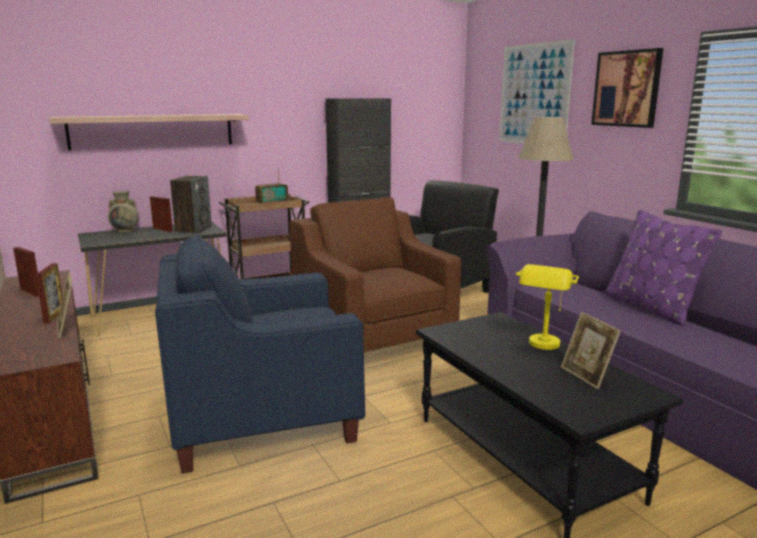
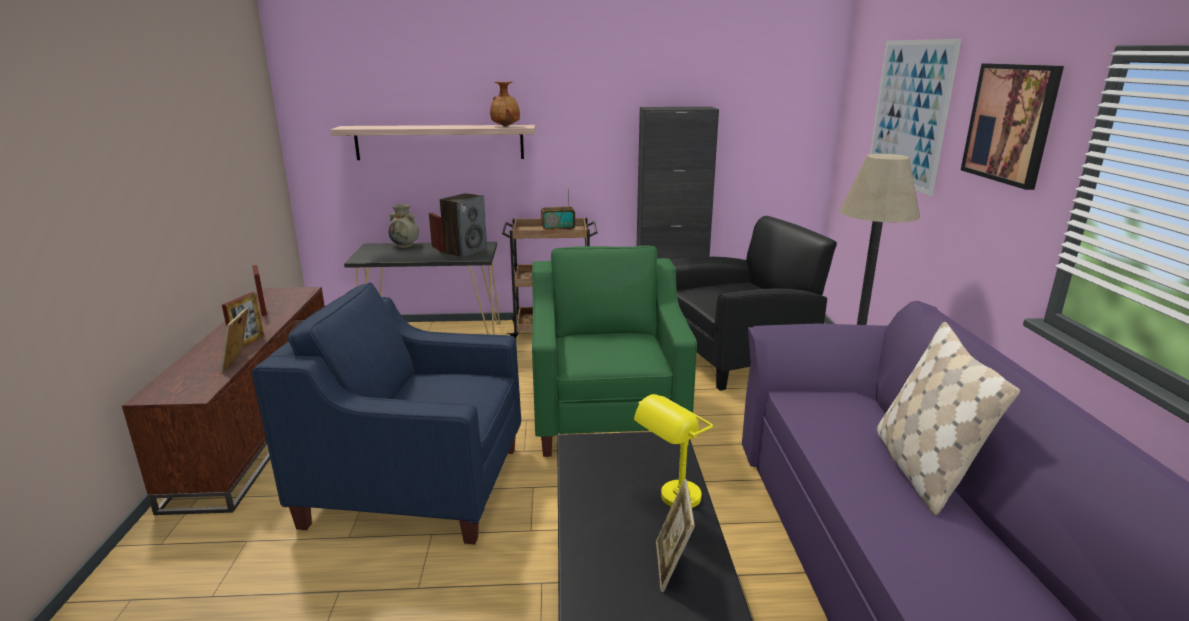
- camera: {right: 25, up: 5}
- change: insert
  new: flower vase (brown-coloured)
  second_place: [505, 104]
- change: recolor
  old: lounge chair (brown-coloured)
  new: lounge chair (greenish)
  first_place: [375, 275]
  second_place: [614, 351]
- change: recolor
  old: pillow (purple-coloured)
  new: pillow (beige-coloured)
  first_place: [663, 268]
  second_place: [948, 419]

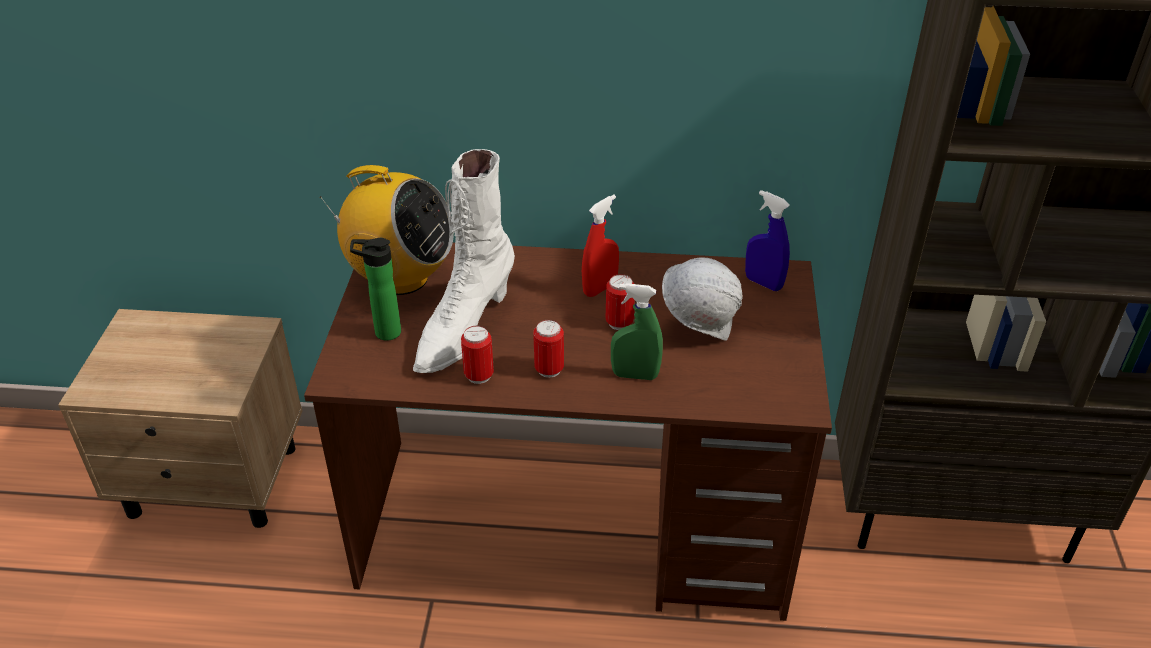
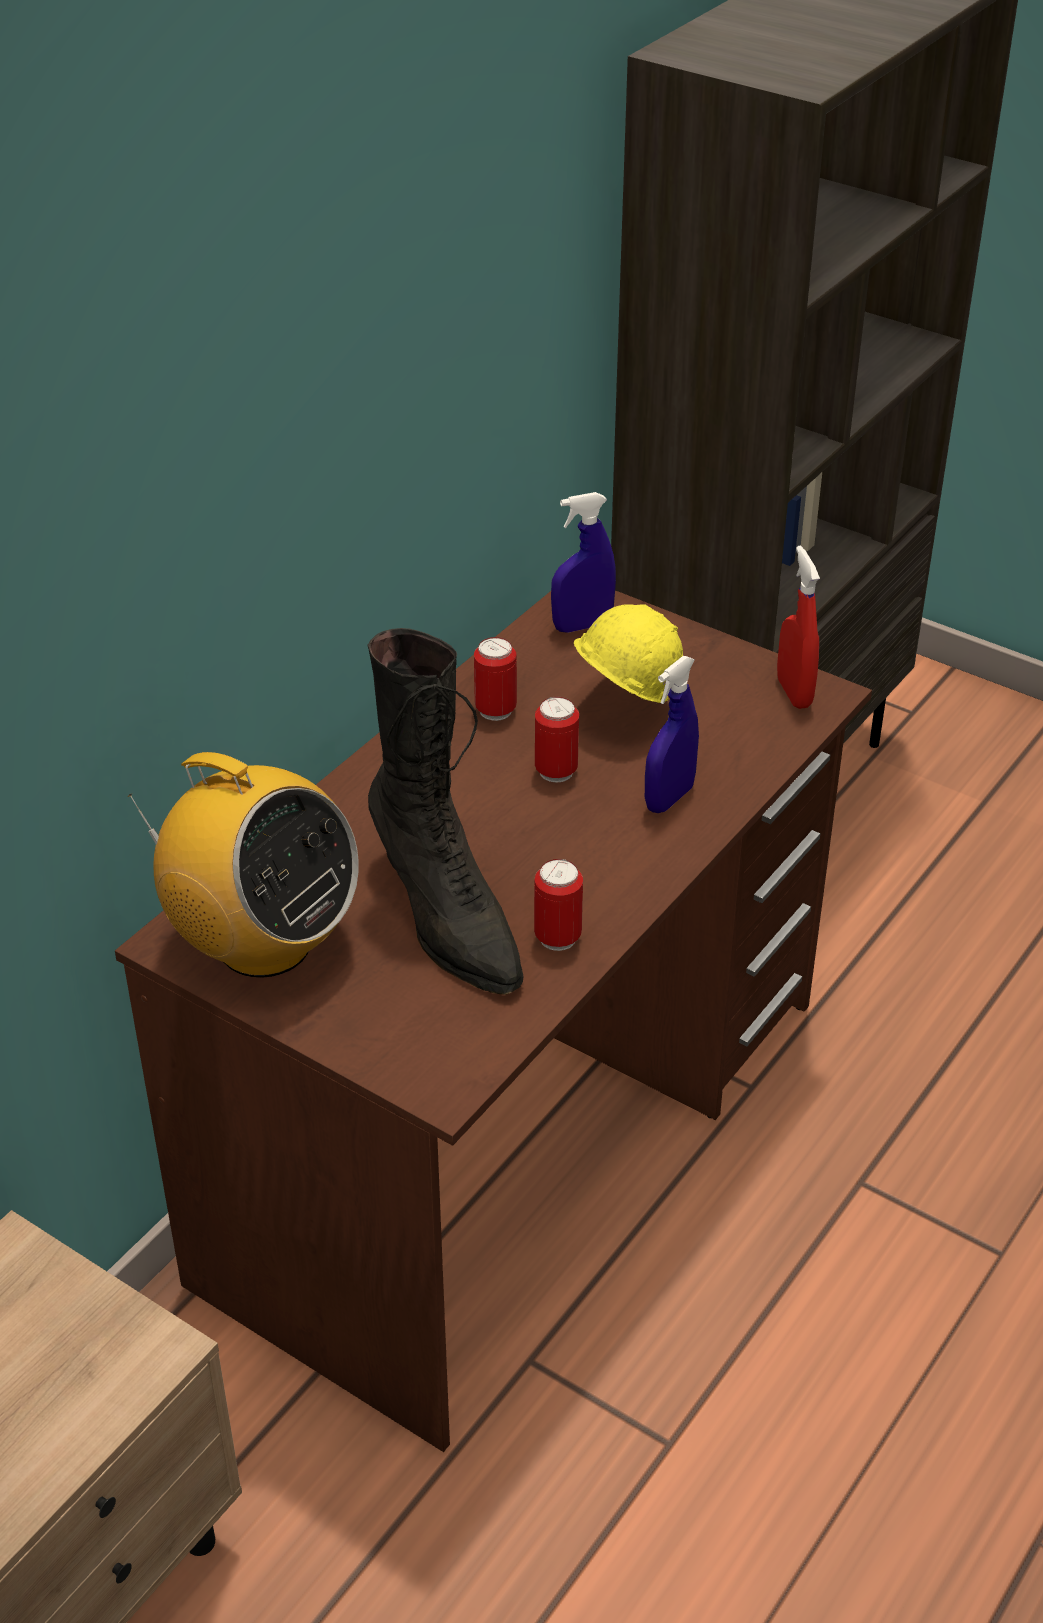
- camera: {right: -60, up: 0}
- change: delete
  old: beverage bottle
  first_place: [375, 289]
- change: move
  old: metal can
  first_place: [548, 349]
  second_place: [495, 679]
- change: move
  old: hand sprayer (red-coloured)
  first_place: [600, 246]
  second_place: [798, 627]
- change: recolor
  old: boot (white)
  new: boot (black-coloured)
  first_place: [464, 261]
  second_place: [445, 811]
- change: recolor
  old: hand sprayer (greenish)
  new: hand sprayer (blue)
  first_place: [637, 331]
  second_place: [672, 734]
- change: recolor
  old: work helmet (white)
  new: work helmet (yellowish)
  first_place: [702, 299]
  second_place: [628, 654]
- change: rotate
  old: radio
  first_place: [386, 230]
  second_place: [243, 865]
  degrees: 75

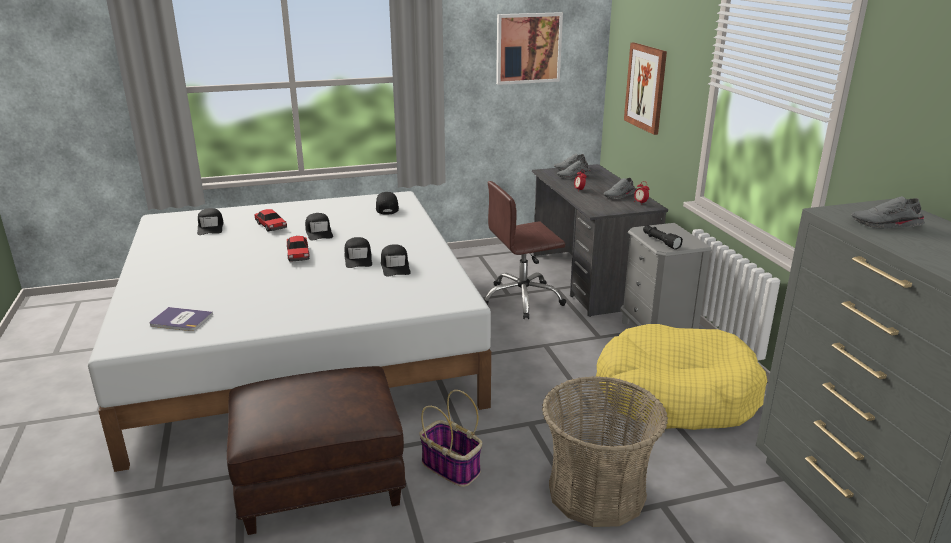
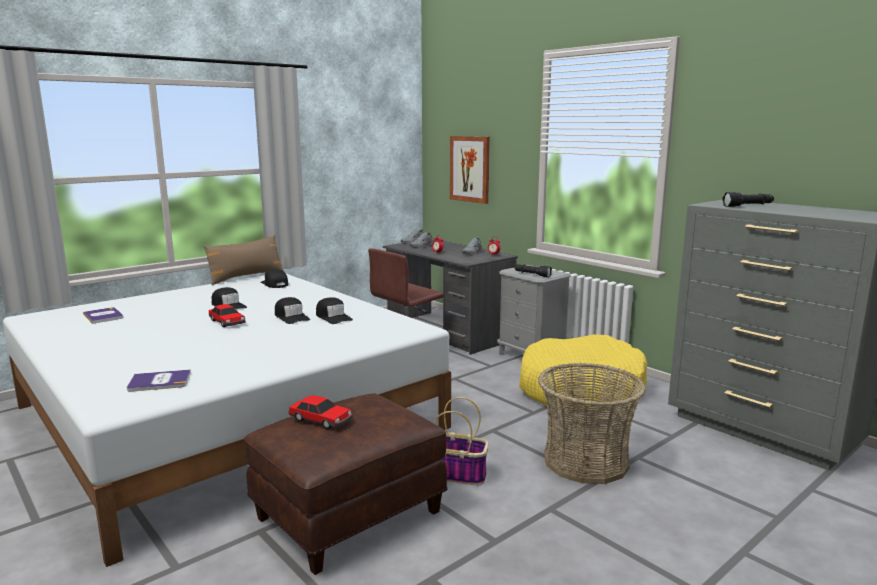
- camera: {right: -25, up: -10}
- change: delete
  old: picture
  first_place: [529, 48]
- change: insert
  new: pillow (brown-coloured)
  second_place: [243, 260]
- change: move
  old: model car
  first_place: [271, 220]
  second_place: [321, 412]
- change: replace
  old: peaked cap (black-coloured)
  new: volume
  first_place: [210, 221]
  second_place: [103, 315]
- change: replace
  old: low shoe (greyish)
  new: flashlight (black-coloured)
  first_place: [888, 212]
  second_place: [748, 199]

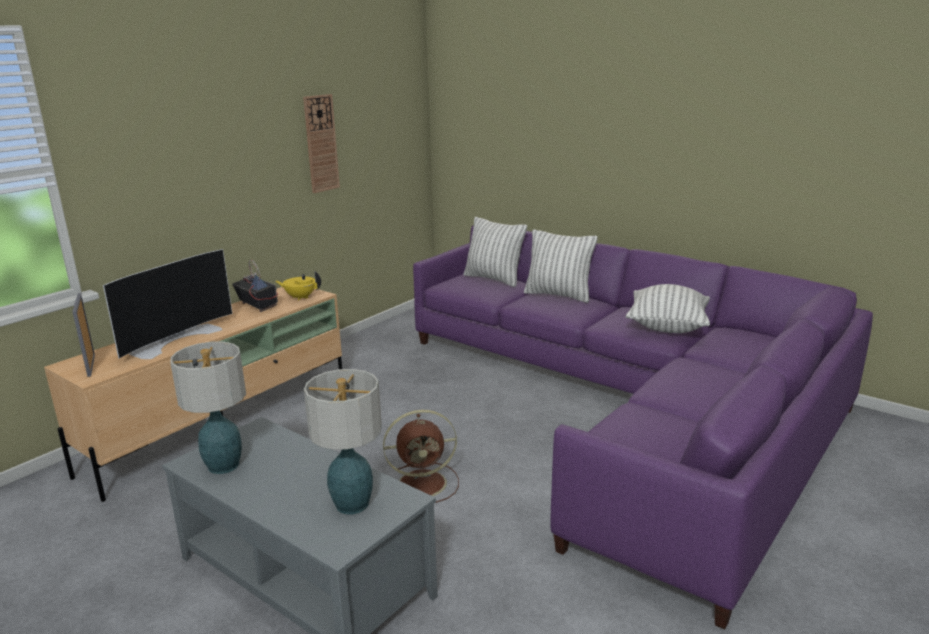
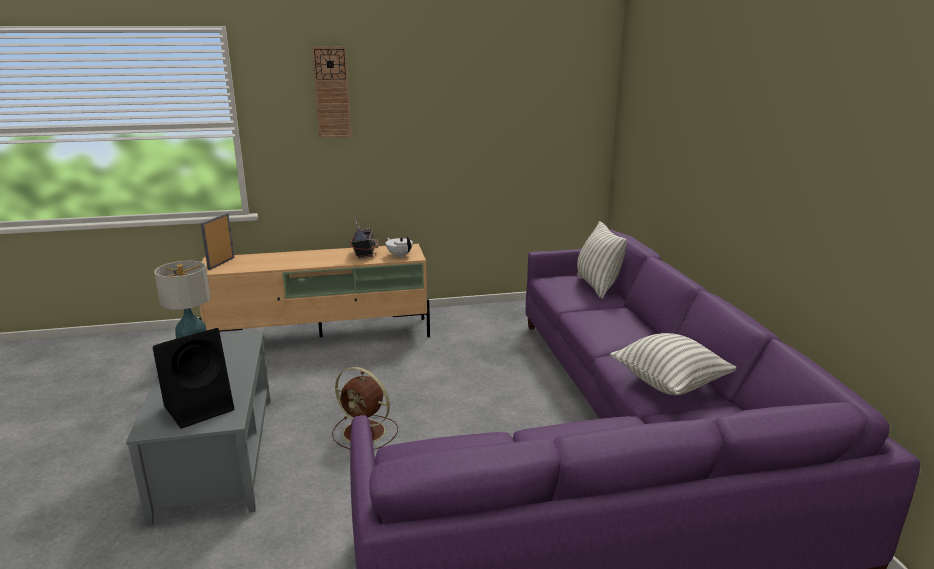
- camera: {right: 40, up: 0}
- change: delete
  old: television
  first_place: [167, 304]
- change: delete
  old: pillow
  first_place: [560, 266]
- change: move
  old: hanging clock
  first_place: [321, 143]
  second_place: [332, 92]
- change: replace
  old: table lamp
  new: loudspeaker (black-coloured)
  first_place: [343, 442]
  second_place: [193, 378]
- change: recolor
  old: tea pot (yellowish)
  new: tea pot (white)
  first_place: [298, 285]
  second_place: [399, 246]

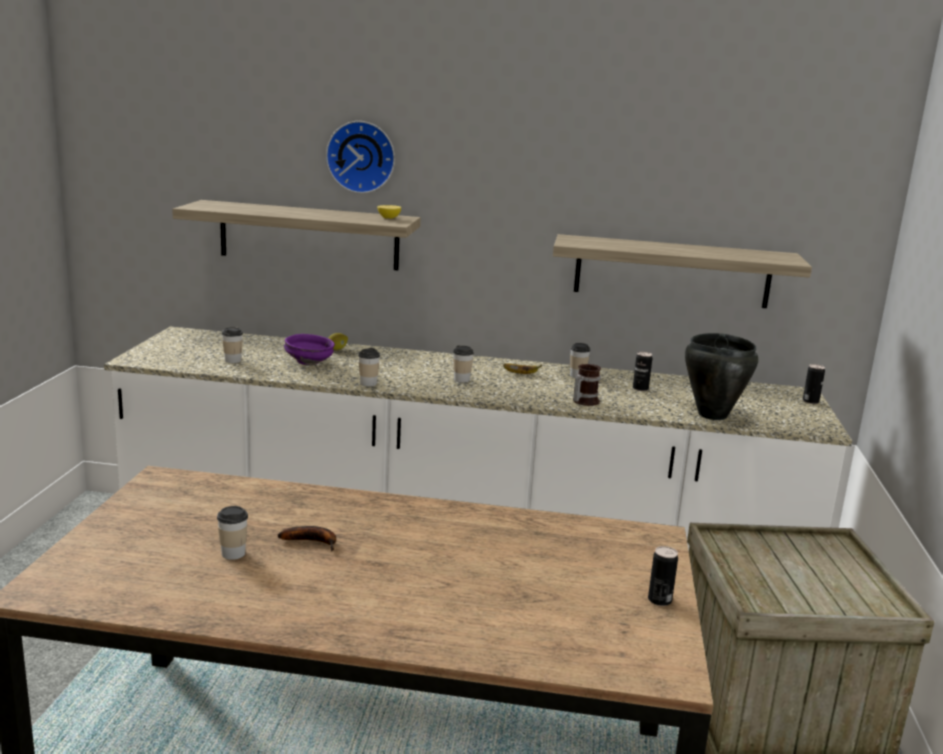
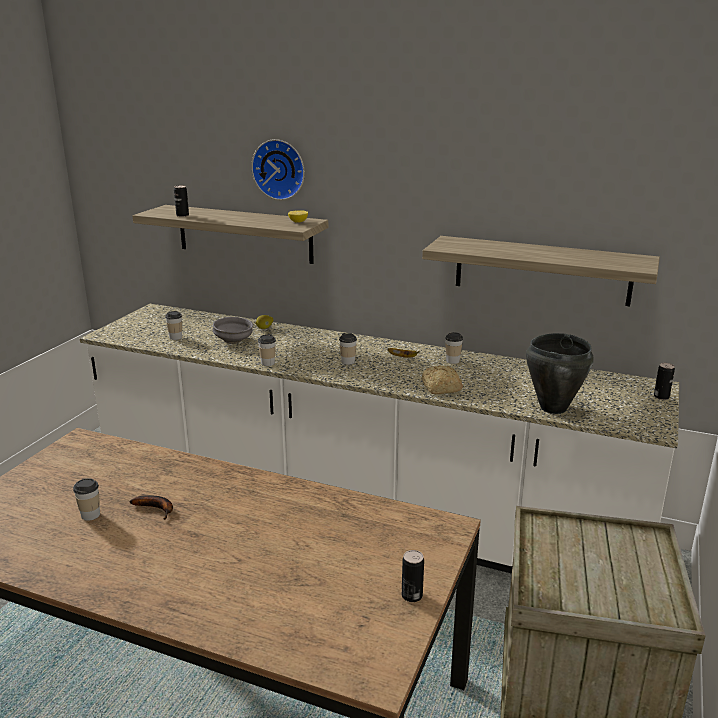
- camera: {right: 15, up: 5}
- change: move
  old: metal can
  first_place: [642, 371]
  second_place: [181, 201]
- change: replace
  old: tea mug
  new: baked bread
  first_place: [587, 385]
  second_place: [442, 380]
- change: recolor
  old: bowl (purple-coloured)
  new: bowl (greyish)
  first_place: [309, 350]
  second_place: [233, 330]

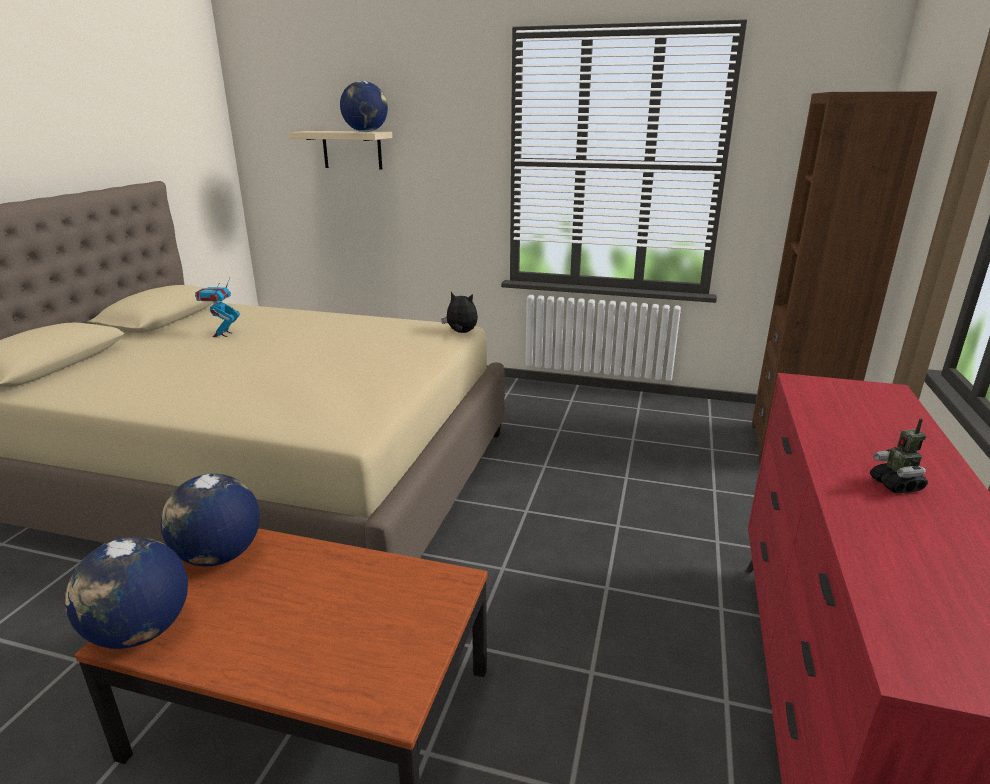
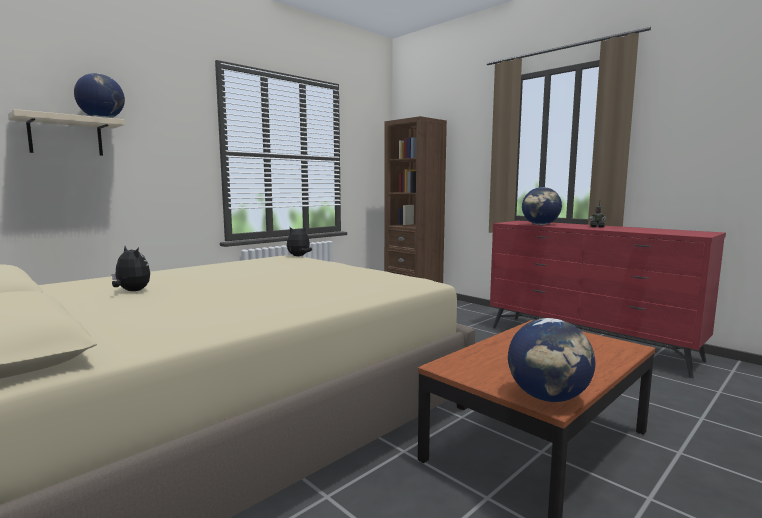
- camera: {right: -60, up: -15}
- change: move
  old: globe
  first_place: [210, 520]
  second_place: [542, 206]
- change: replace
  old: robot figure
  new: cuddly toy
  first_place: [217, 307]
  second_place: [131, 268]

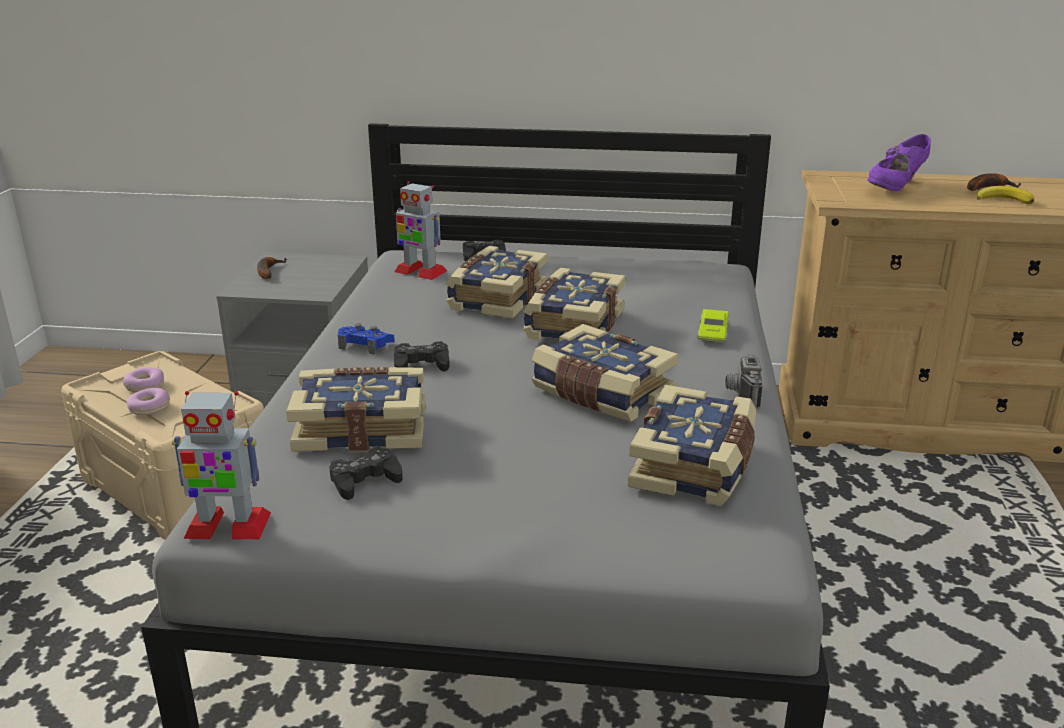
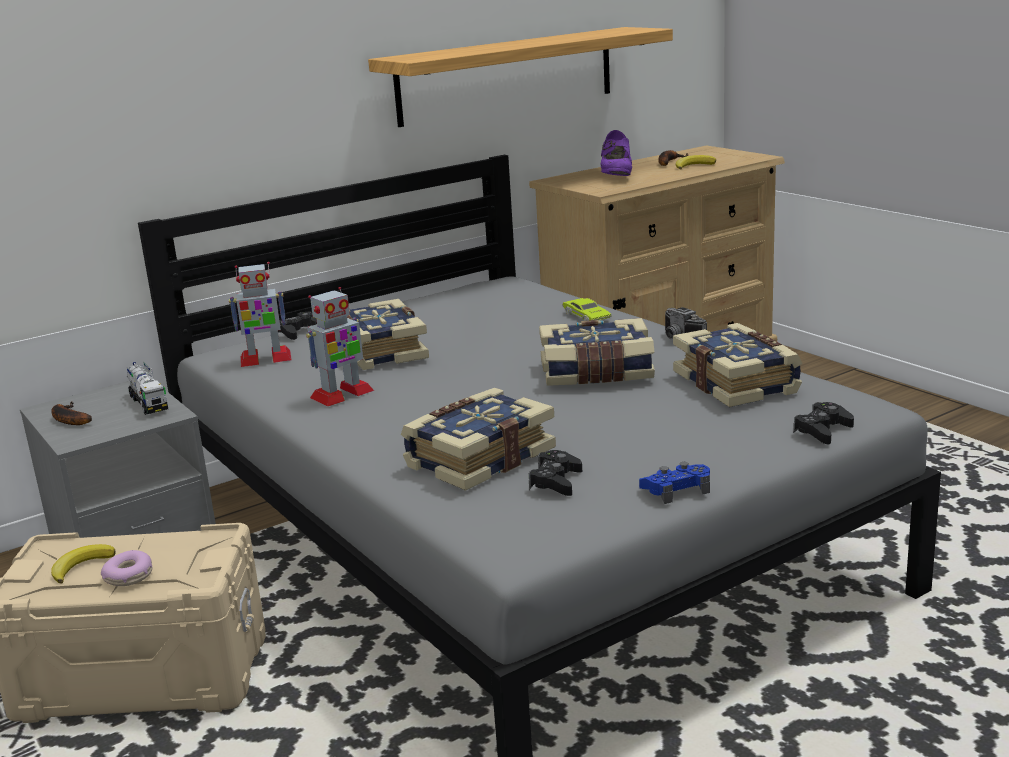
- camera: {right: -40, up: -5}
- change: delete
  old: volume
  first_place: [574, 304]
- change: insert
  new: toy lorry
  second_place: [147, 388]
- change: insert
  new: bracket shelf
  second_place: [520, 77]
- change: move
  old: robot figure
  first_place: [221, 465]
  second_place: [340, 347]
- change: move
  old: joypad (blue)
  first_place: [366, 339]
  second_place: [674, 483]
- change: move
  old: joypad (black-coloured)
  first_place: [422, 356]
  second_place: [823, 423]
- change: replace
  old: ring doughnut
  new: whole banana
  first_place: [143, 380]
  second_place: [83, 564]

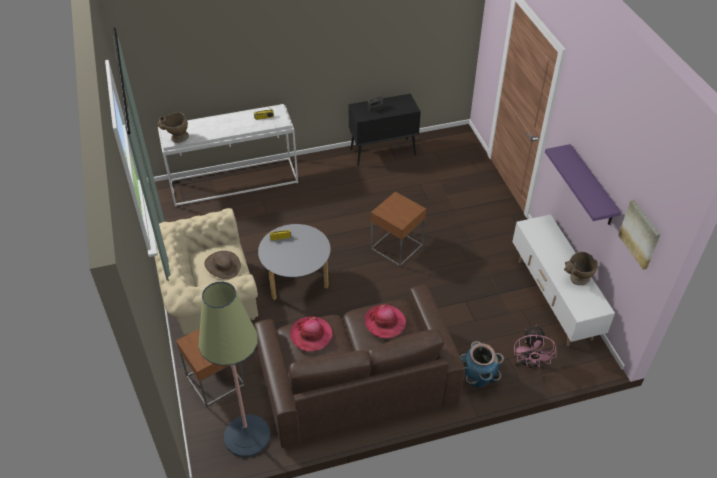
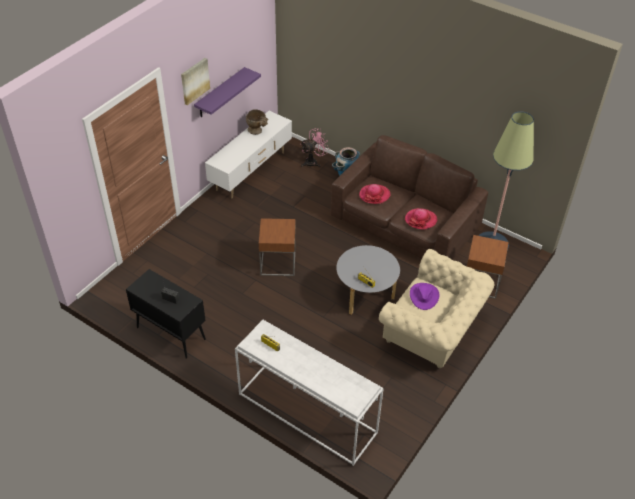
- camera: {right: -130, up: 0}
- change: delete
  old: flower vase (beige-coloured)
  first_place: [173, 127]
- change: move
  old: picture
  first_place: [639, 235]
  second_place: [195, 81]
- change: recolor
  old: clothing hat (brown-coloured)
  new: clothing hat (purple-coloured)
  first_place: [223, 265]
  second_place: [425, 296]

